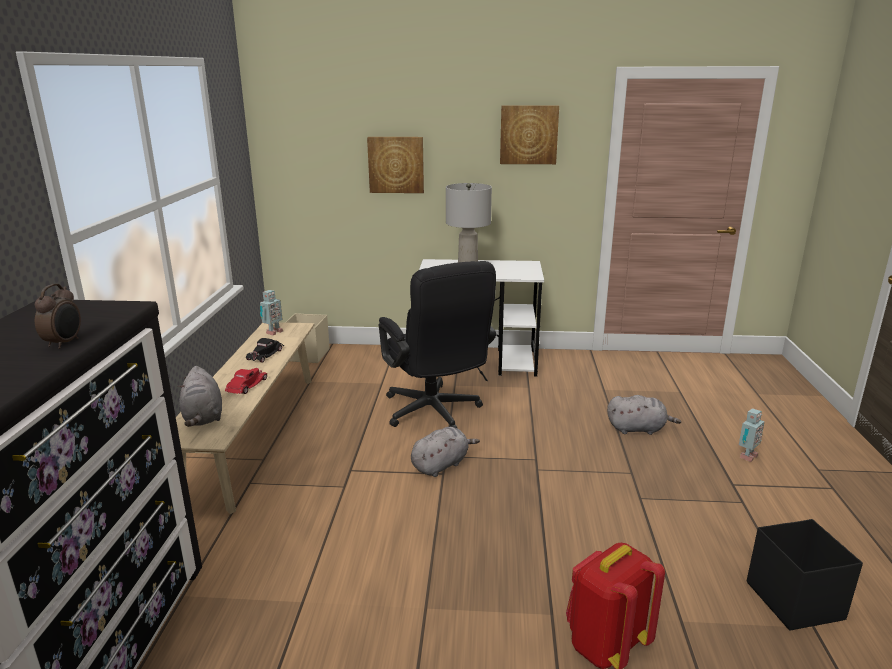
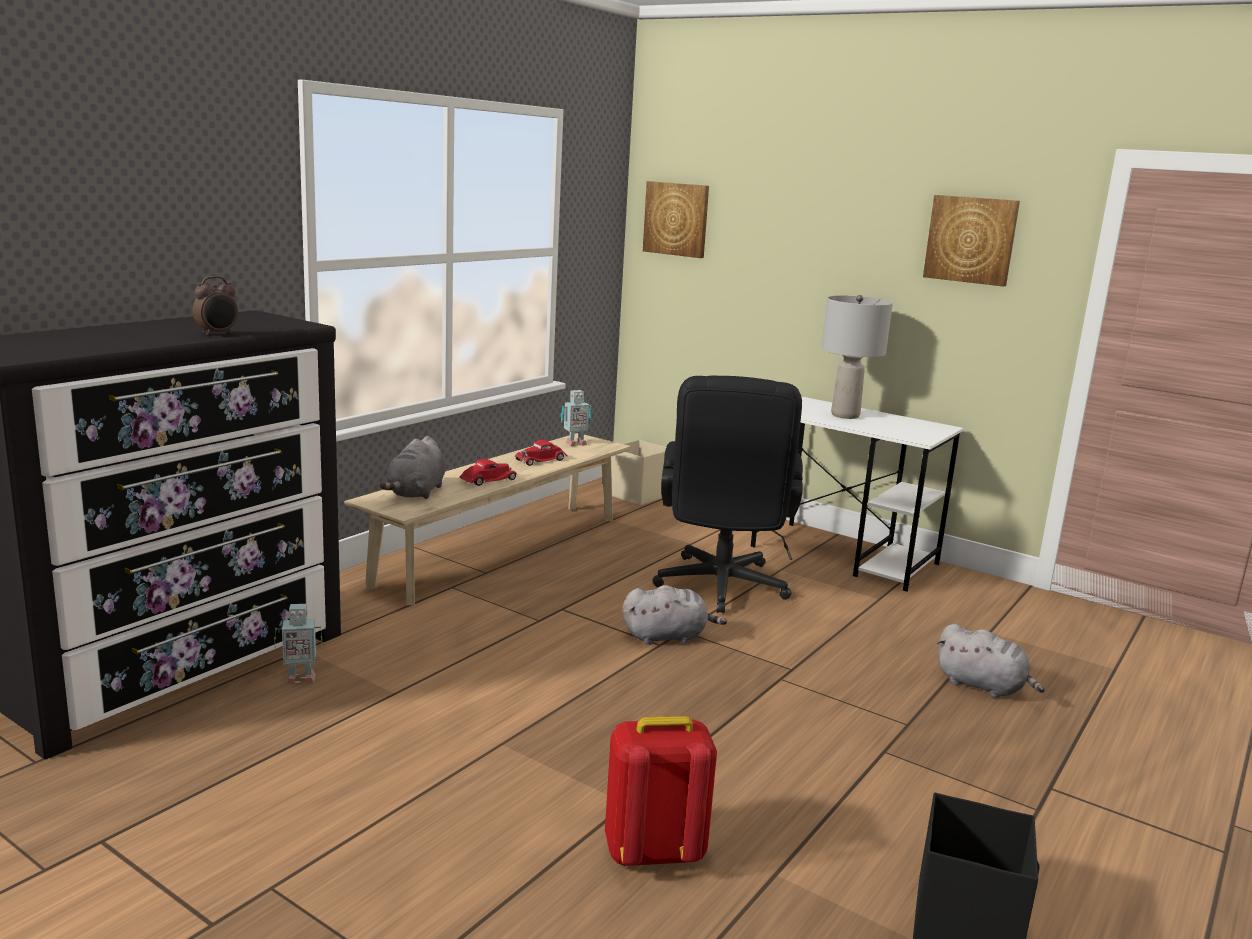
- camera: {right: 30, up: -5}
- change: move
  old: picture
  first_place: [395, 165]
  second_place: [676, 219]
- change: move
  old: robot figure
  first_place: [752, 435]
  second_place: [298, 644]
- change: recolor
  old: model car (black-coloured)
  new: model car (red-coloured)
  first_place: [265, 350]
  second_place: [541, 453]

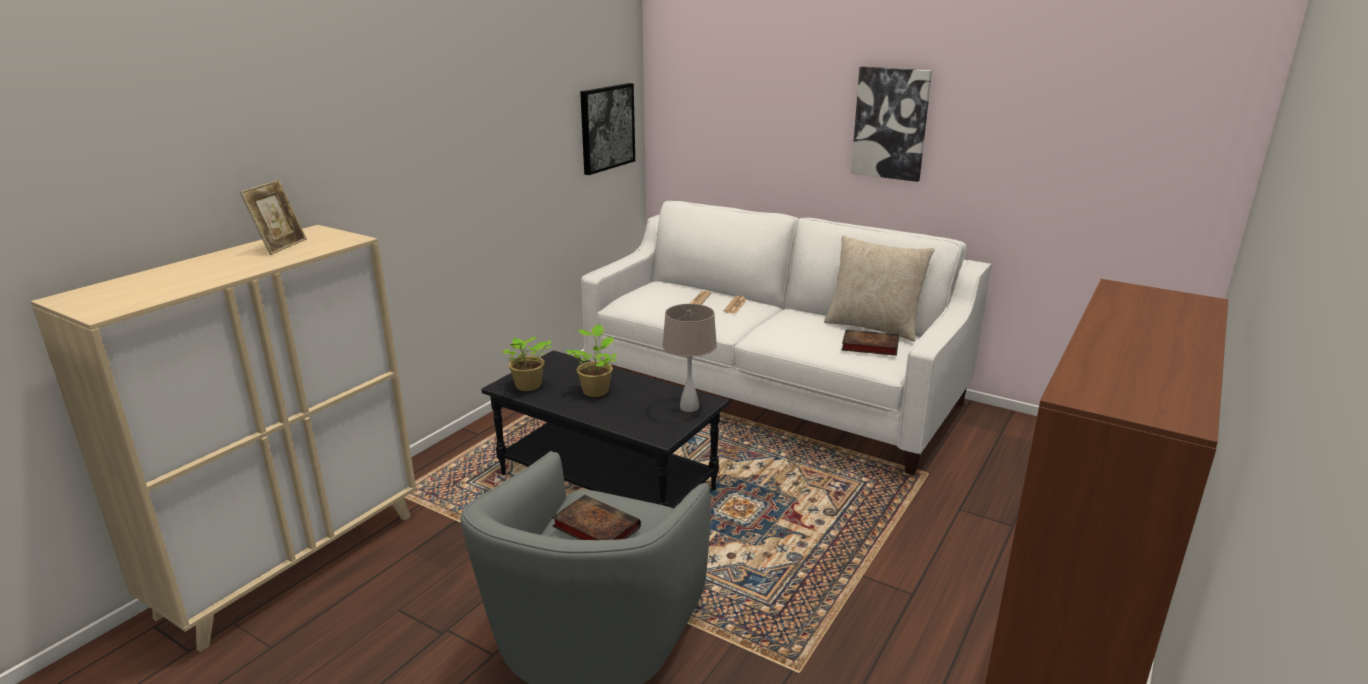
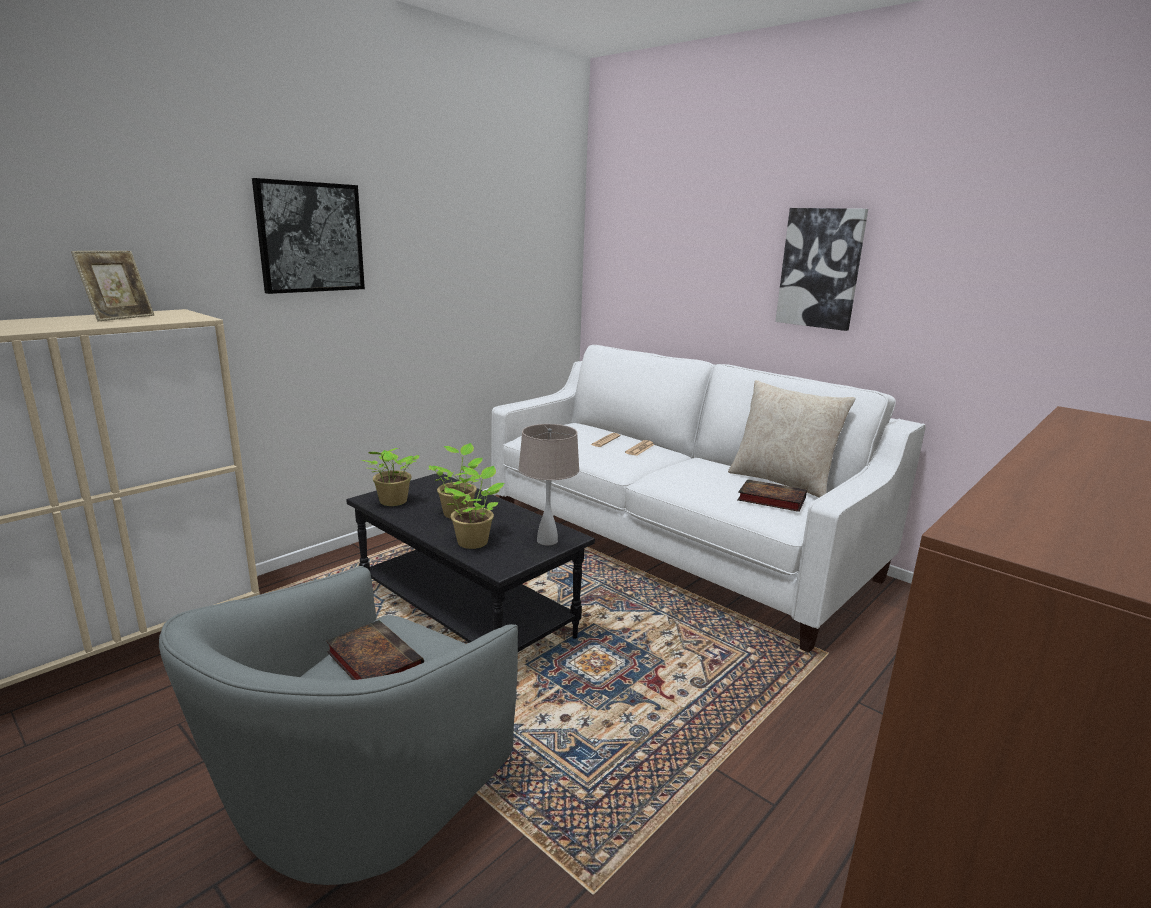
- camera: {right: 10, up: -5}
- change: insert
  new: potted plant
  second_place: [474, 507]
- change: move
  old: picture
  first_place: [607, 129]
  second_place: [308, 236]

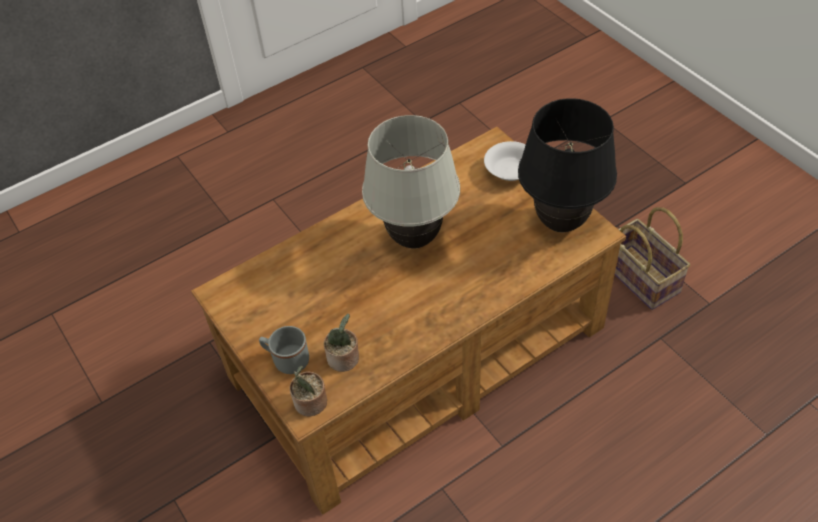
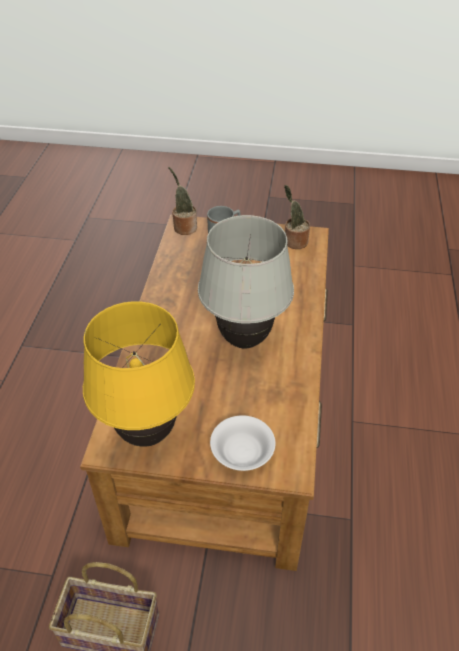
- camera: {right: 130, up: -5}
- change: move
  old: potted plant
  first_place: [341, 343]
  second_place: [297, 217]
- change: recolor
  old: table lamp (black-coloured)
  new: table lamp (yellowish)
  first_place: [567, 165]
  second_place: [139, 374]

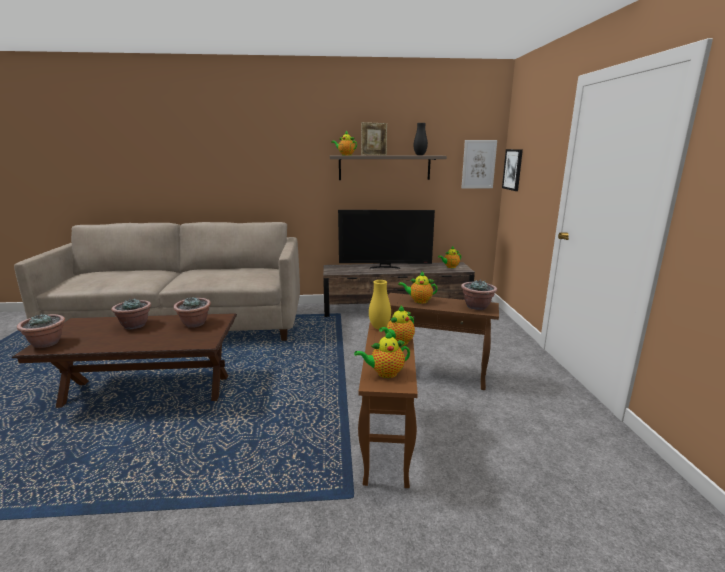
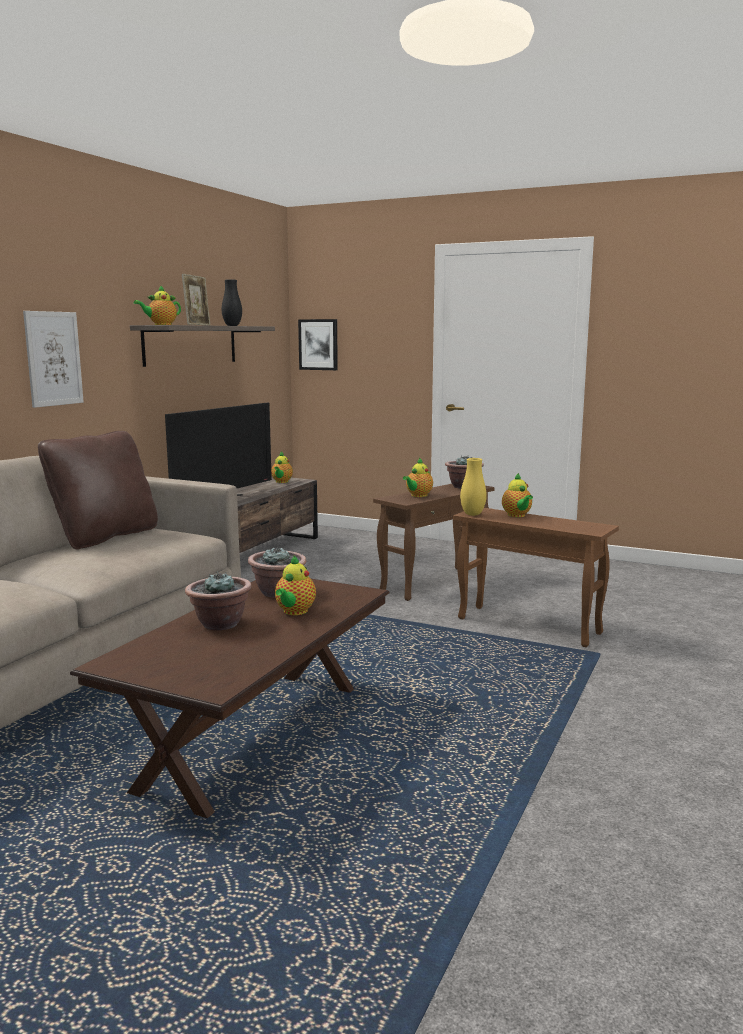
- camera: {right: -60, up: -5}
- change: delete
  old: potted plant
  first_place: [41, 330]
- change: insert
  new: pillow (brown-coloured)
  second_place: [98, 490]
- change: move
  old: tea pot
  first_place: [382, 354]
  second_place: [295, 585]
- change: move
  old: picture
  first_place: [479, 164]
  second_place: [53, 359]

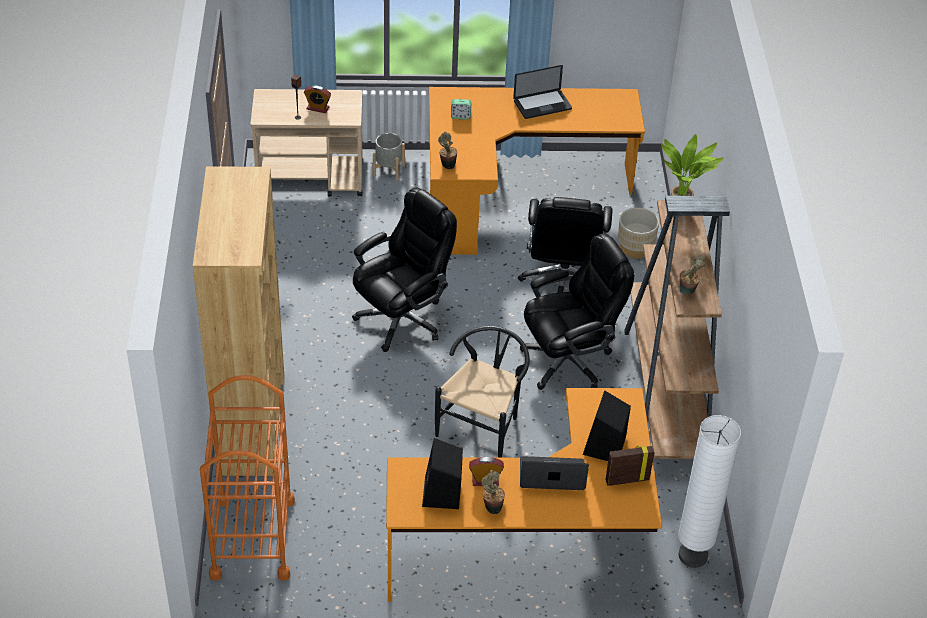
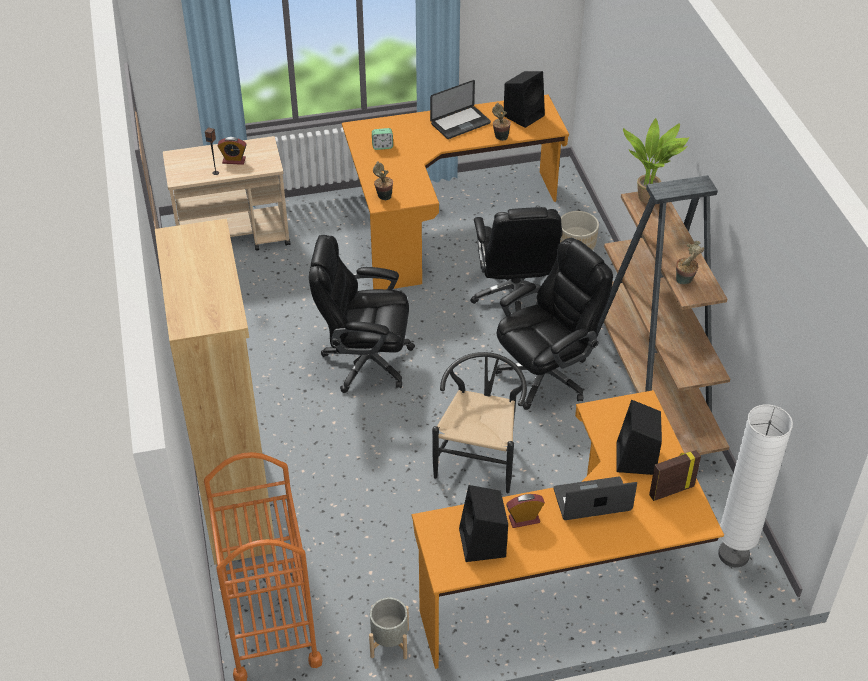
- camera: {right: -10, up: 0}
- change: insert
  new: loudspeaker (black-coloured)
  second_place: [524, 99]
- change: move
  old: plant pot (greyish)
  first_place: [389, 157]
  second_place: [389, 628]
- change: move
  old: potted plant
  first_place: [493, 492]
  second_place: [501, 121]
- change: rotate
  old: computer chair (black-coloured)
  first_place: [404, 270]
  second_place: [362, 314]
  degrees: -120

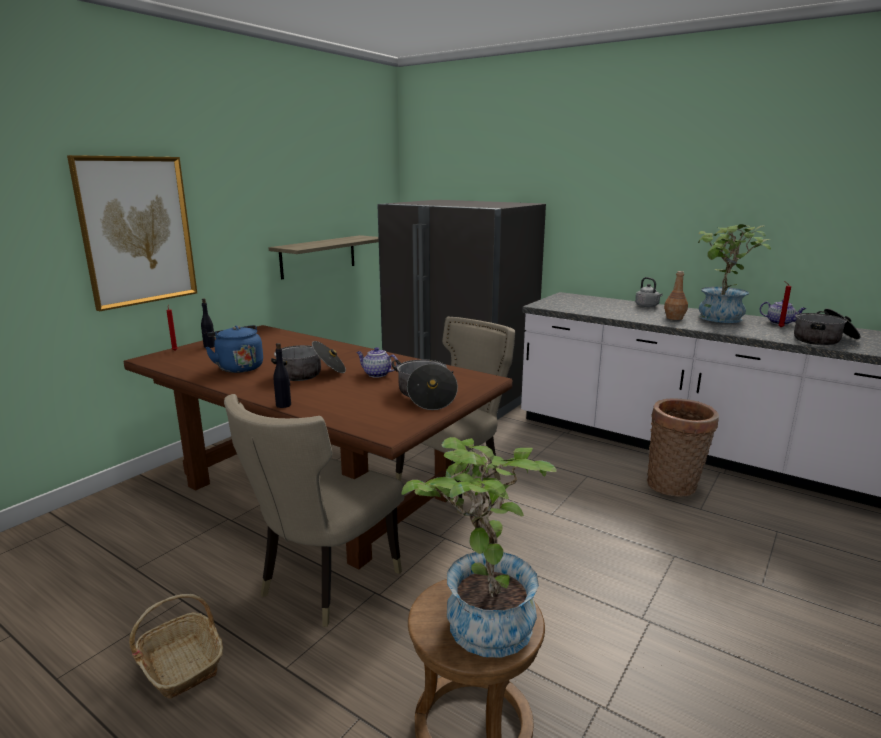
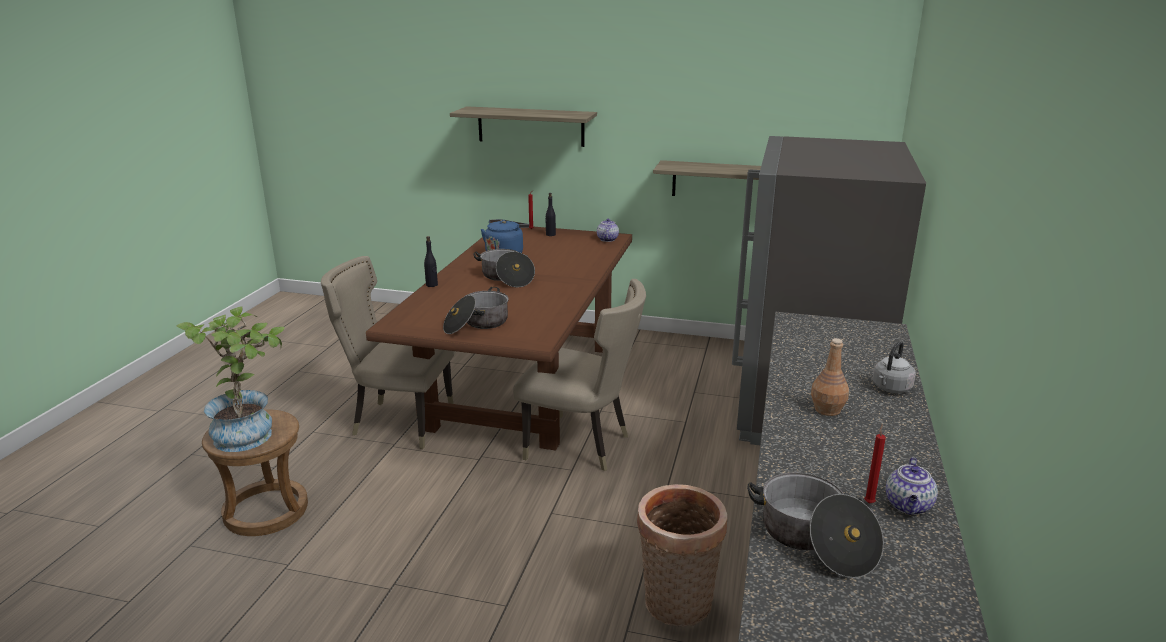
- camera: {right: 70, up: 5}
- change: delete
  old: basket
  first_place: [176, 646]
- change: delete
  old: potted plant
  first_place: [734, 273]
- change: move
  old: tea pot
  first_place: [377, 362]
  second_place: [608, 230]
- change: replace
  old: picture
  new: bracket shelf
  first_place: [132, 233]
  second_place: [523, 126]

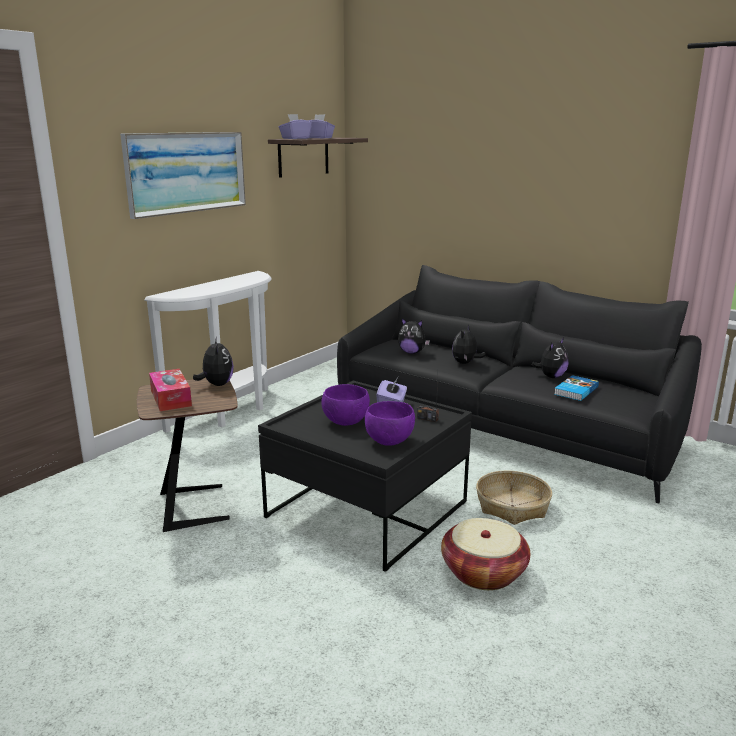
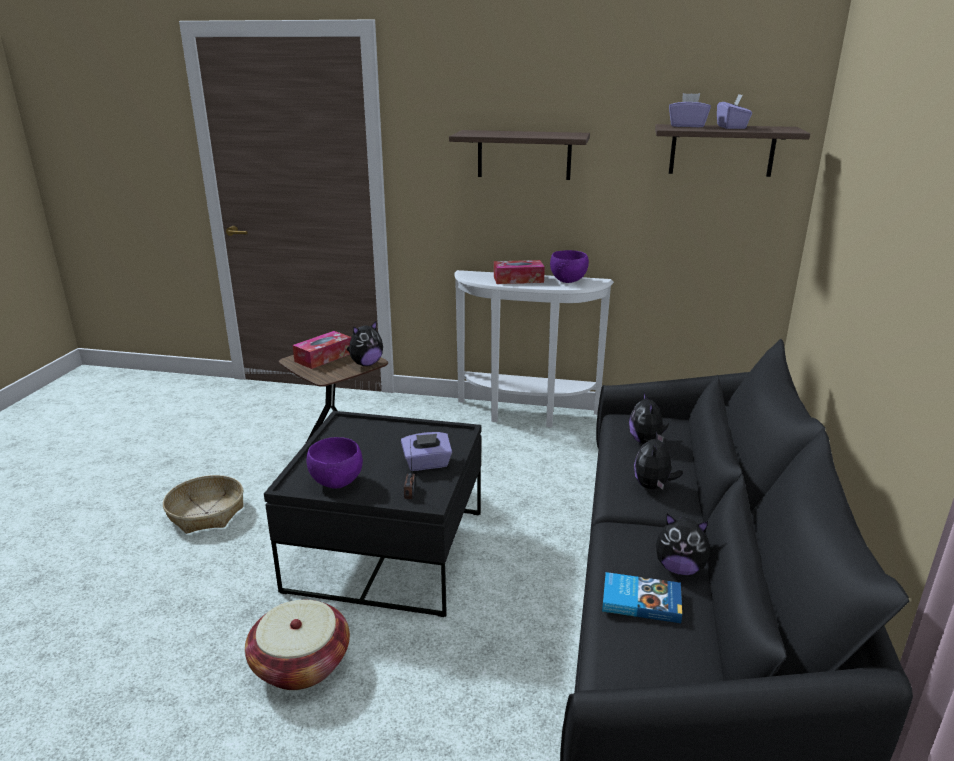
- camera: {right: 65, up: 5}
- change: insert
  new: tissue holder
  second_place: [519, 272]
- change: move
  old: bowl (purple-coloured)
  first_place: [345, 405]
  second_place: [569, 266]
- change: move
  old: basket
  first_place: [514, 497]
  second_place: [203, 504]
- change: replace
  old: picture
  new: bracket shelf
  first_place: [183, 175]
  second_place: [519, 155]
- change: rotate
  old: cuddly toy
  first_place: [469, 344]
  second_place: [658, 460]
  degrees: -75

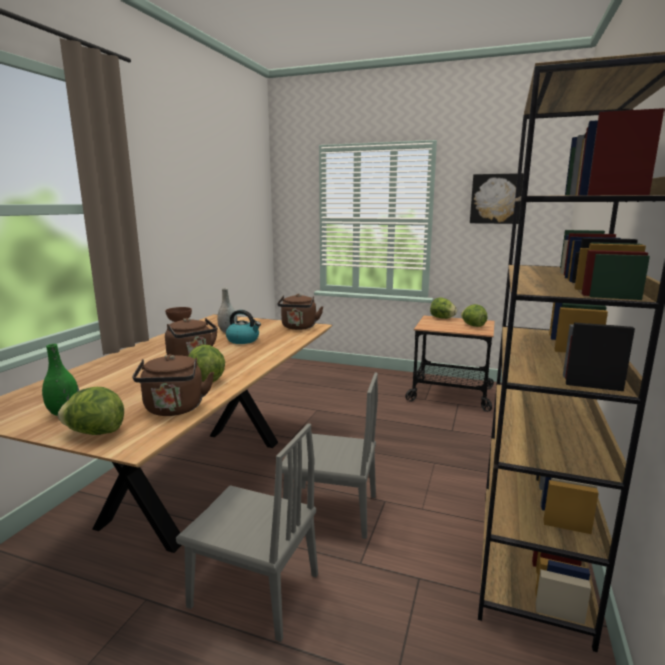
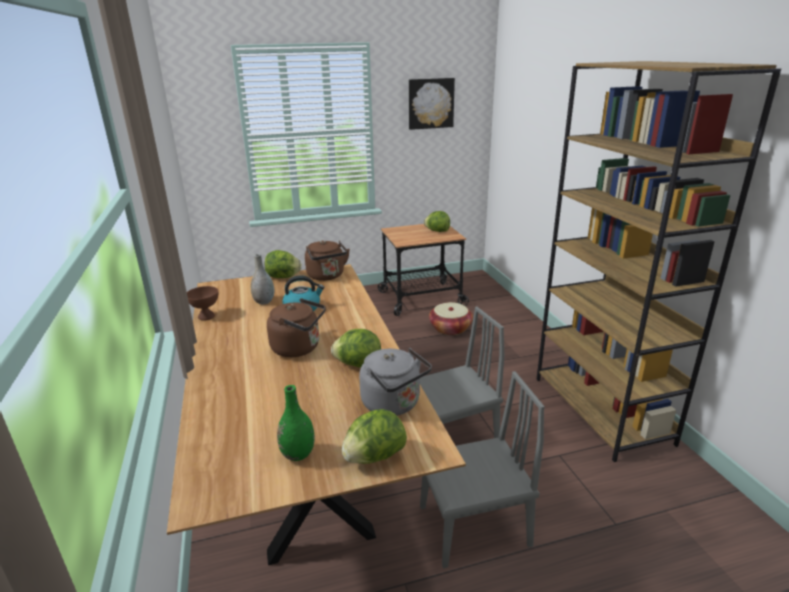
- camera: {right: -35, up: 10}
- change: insert
  new: basket
  second_place: [451, 318]
- change: move
  old: lettuce
  first_place: [443, 308]
  second_place: [283, 264]
- change: recolor
  old: water kettle (brown-coloured)
  new: water kettle (greyish)
  first_place: [173, 385]
  second_place: [395, 382]

